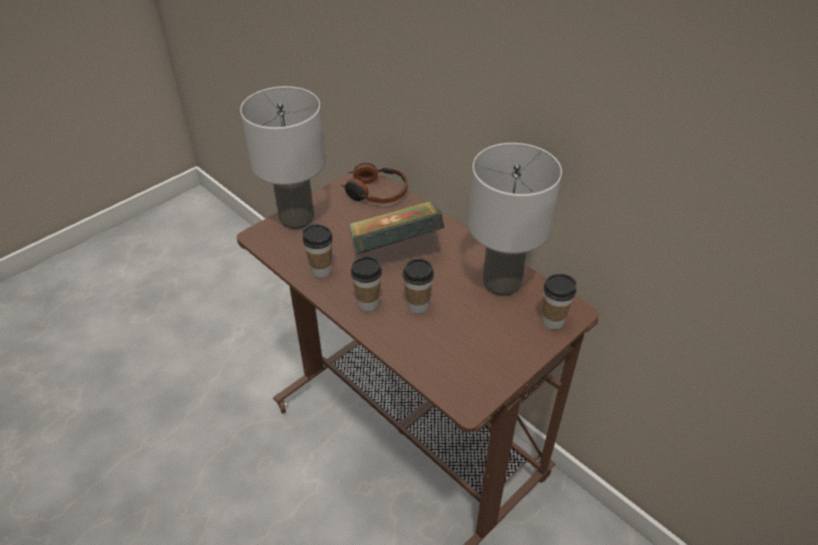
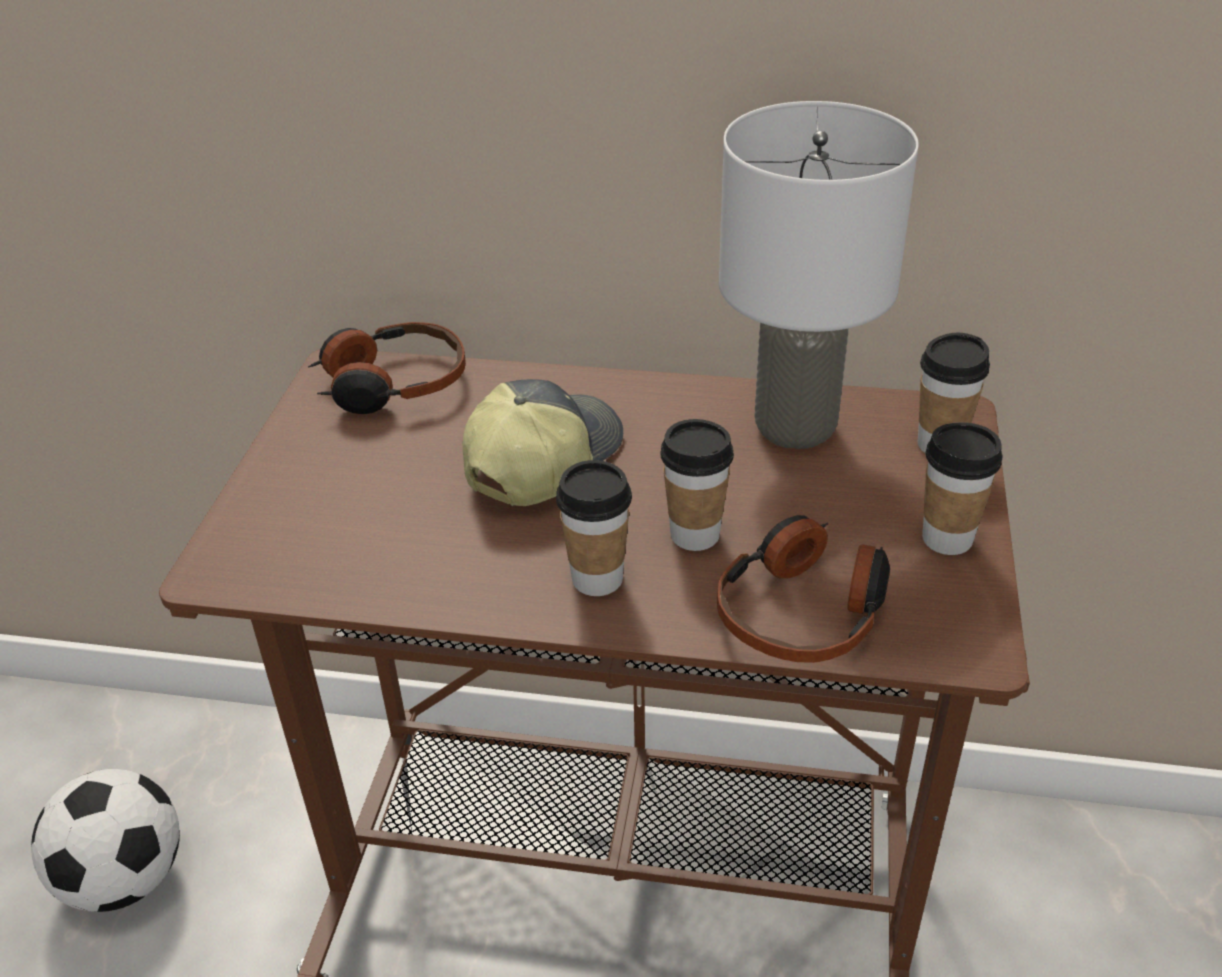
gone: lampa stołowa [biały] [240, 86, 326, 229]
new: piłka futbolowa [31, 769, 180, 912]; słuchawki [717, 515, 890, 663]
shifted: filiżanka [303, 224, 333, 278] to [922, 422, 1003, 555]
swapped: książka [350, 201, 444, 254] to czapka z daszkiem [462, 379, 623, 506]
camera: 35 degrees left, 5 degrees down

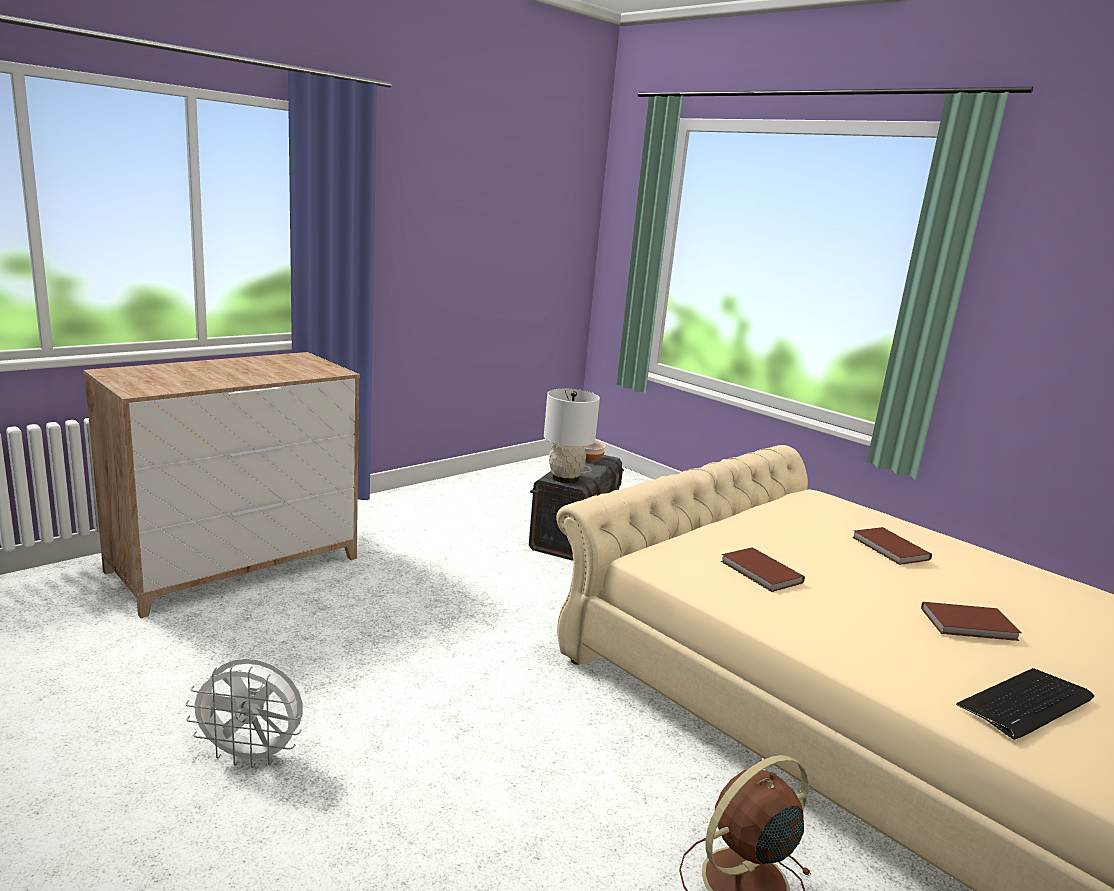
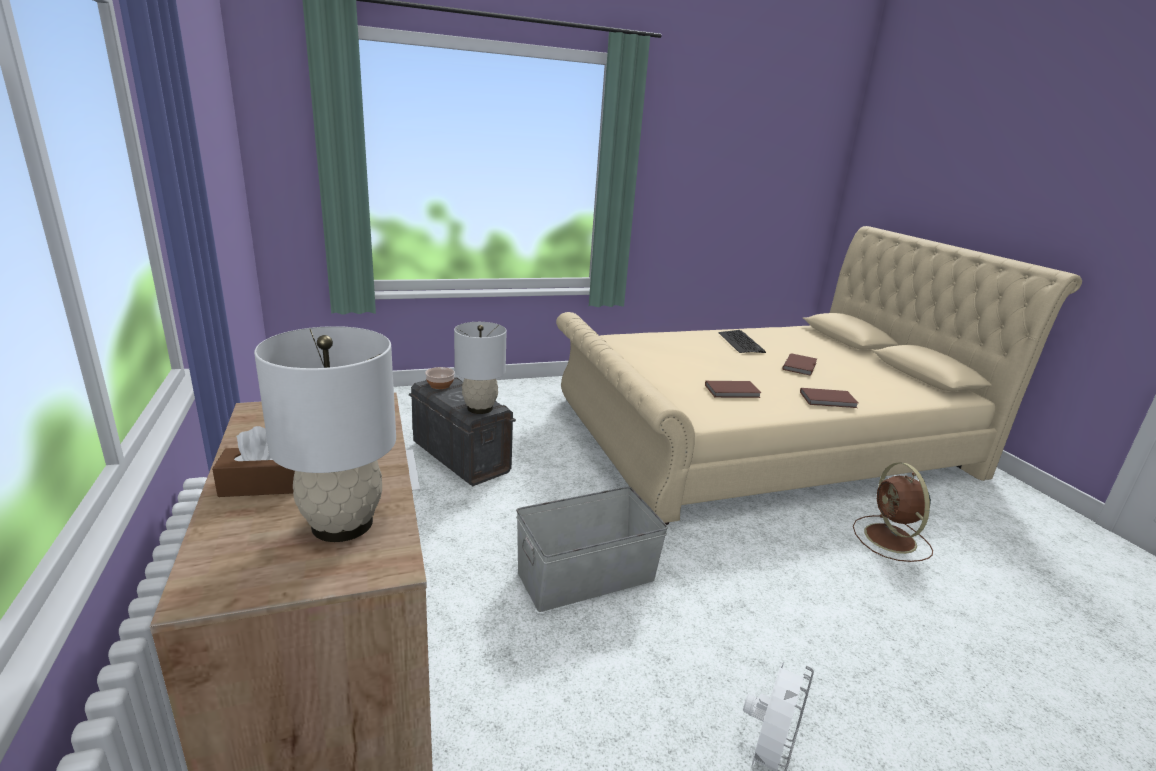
new: pudełko chusteczek [brązowy] [212, 426, 295, 497]; lampa stołowa [biały] [254, 326, 396, 542]; pojemnik do przechowywania [szary] [516, 487, 668, 612]
shifted: książka [brązowy] [852, 527, 932, 565] to [800, 388, 858, 408]; klawiatura [956, 668, 1094, 740] to [718, 330, 766, 353]
camera: 65 degrees left, 5 degrees up

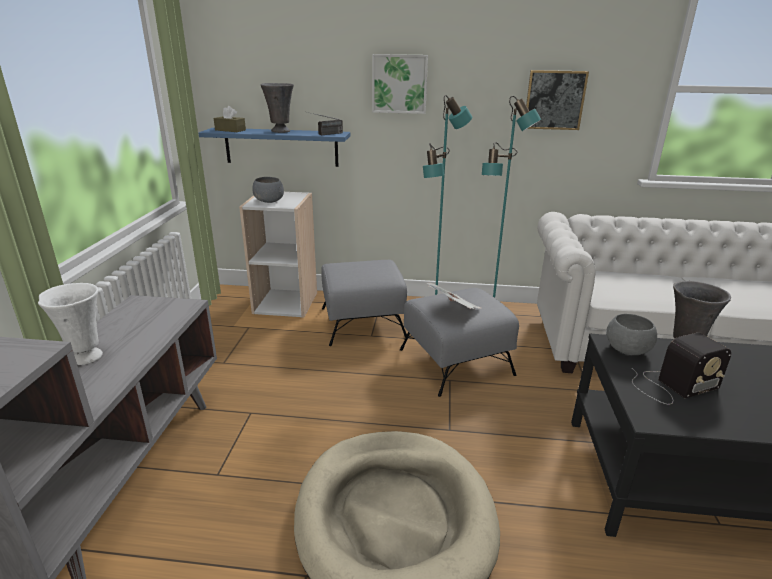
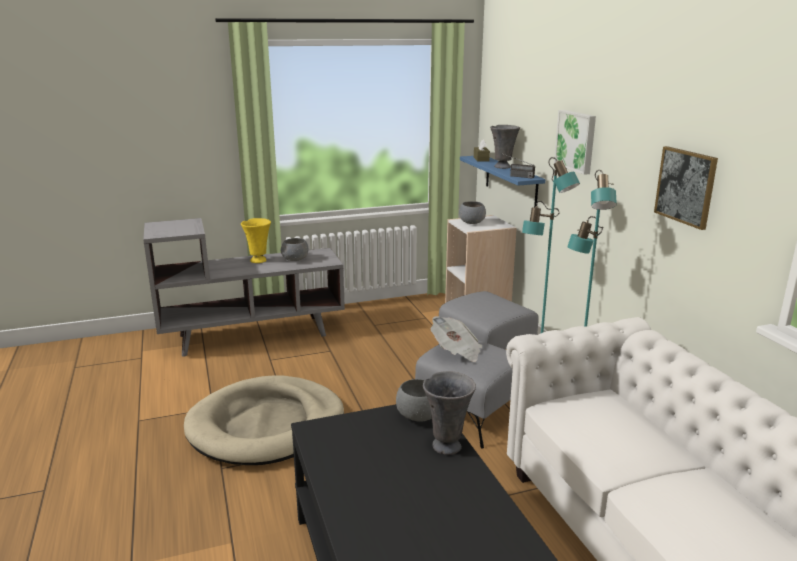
gone: radio [632, 333, 731, 405]
new: miska [szary] [281, 238, 308, 261]
repainted: wazon [biały] [38, 283, 103, 365] to wazon [żółty] [241, 218, 271, 263]
camera: 65 degrees right, 5 degrees down

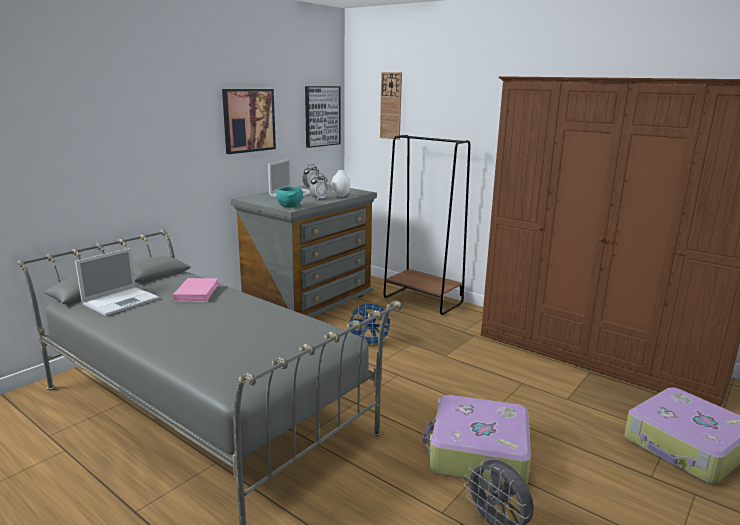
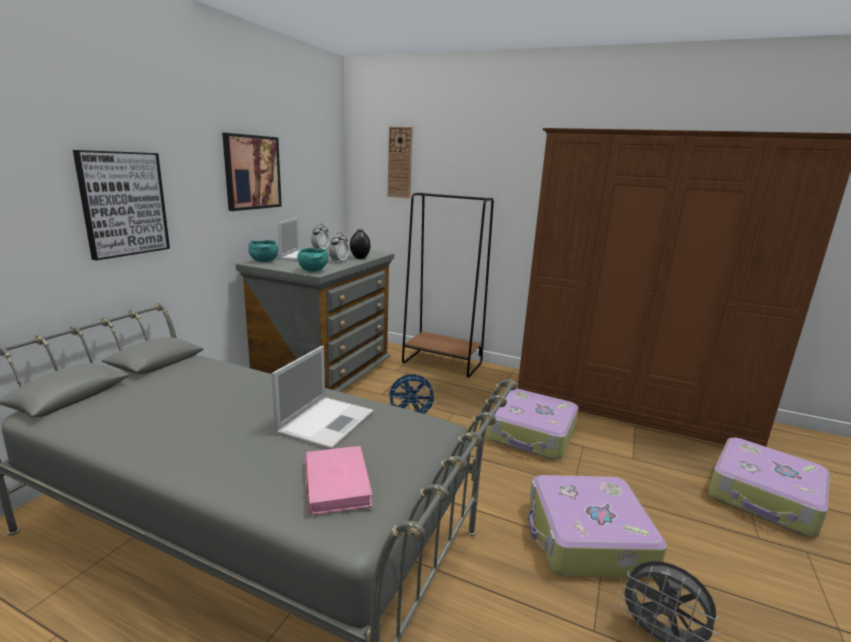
new: miska [turkusowy] [248, 240, 278, 262]; walizka [486, 388, 578, 460]
shifted: laptop [75, 248, 159, 316] to [271, 346, 374, 449]; książka [różowy] [172, 278, 219, 302] to [305, 446, 373, 515]; obraz [305, 86, 341, 148] to [73, 150, 170, 261]
repainted: wazon [biały] [331, 170, 350, 197] to wazon [czarny] [350, 230, 371, 259]
camera: 15 degrees left, 0 degrees up

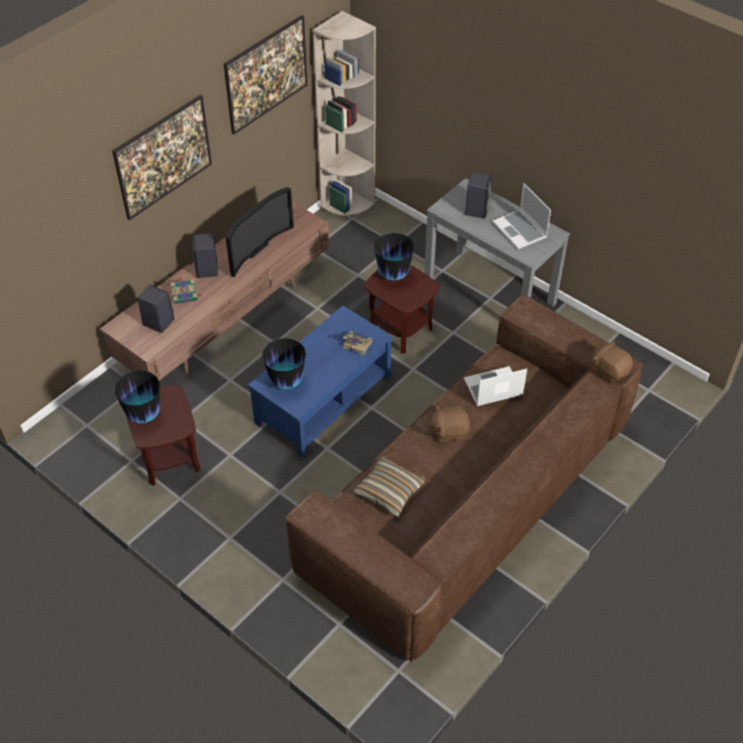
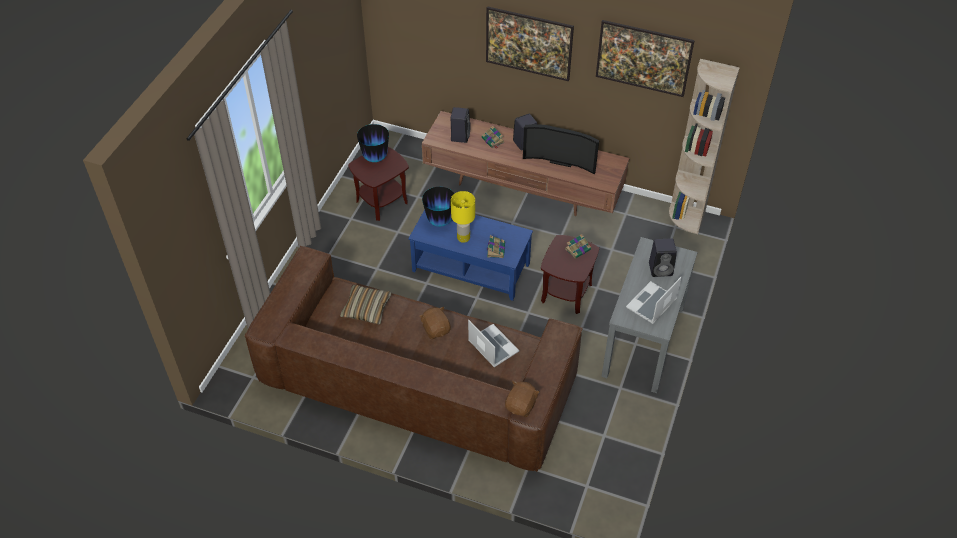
new: lampa stołowa [żółty] [451, 191, 475, 243]
swapped: wazon [374, 233, 414, 281] to książka [565, 234, 591, 259]
camera: 70 degrees right, 0 degrees up

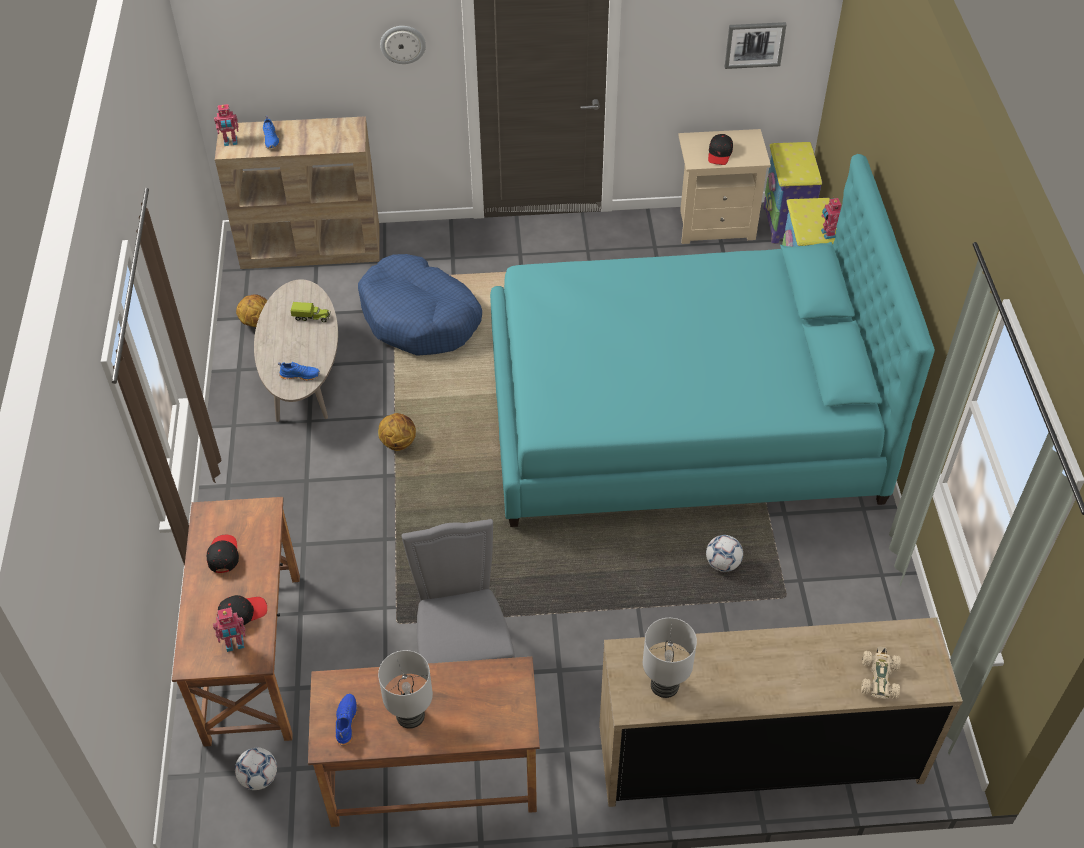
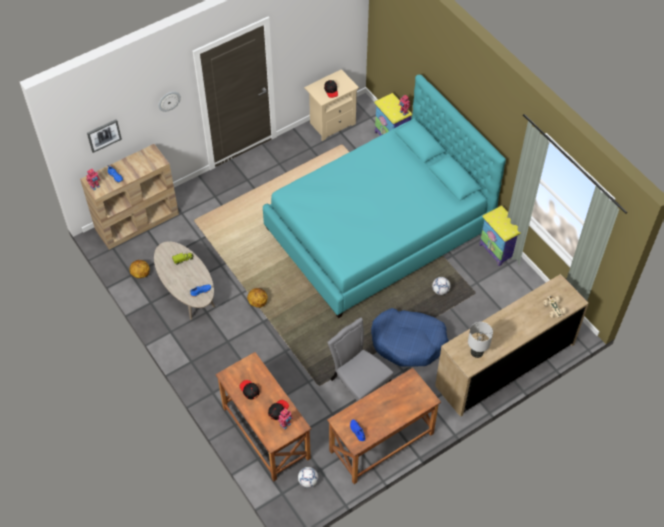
gone: lampa stołowa [szary] [378, 650, 433, 729]
shifted: legowisko [niebieski] [358, 254, 482, 356] to [371, 308, 449, 367]; obraz [725, 22, 787, 69] to [87, 119, 122, 153]; szafka nocna [763, 142, 822, 244] to [479, 205, 521, 266]
camera: 30 degrees left, 5 degrees up

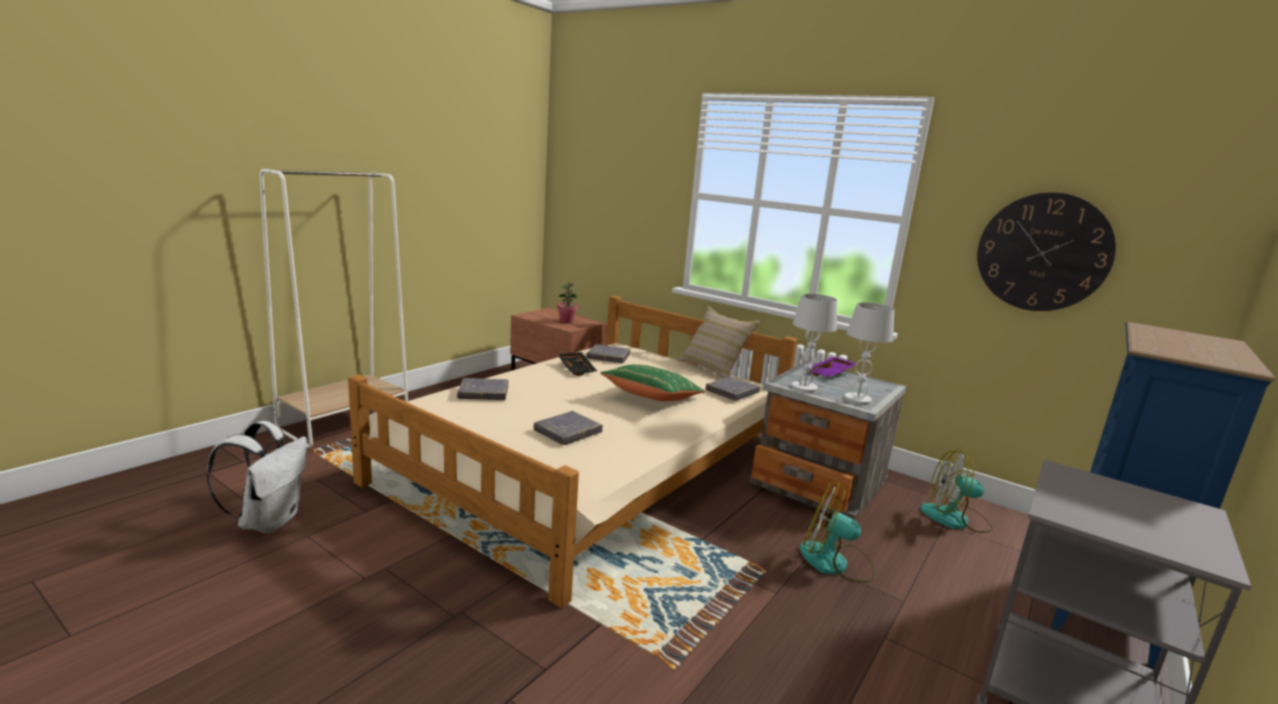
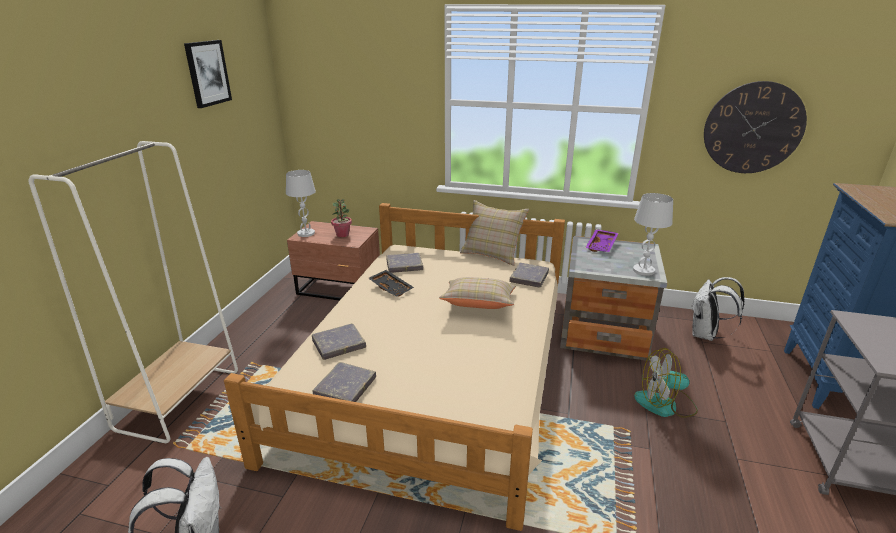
new: obraz [184, 40, 232, 108]
shifted: książka [szary] [533, 411, 603, 445] to [312, 362, 376, 402]; lampa stołowa [biały] [792, 294, 837, 393] to [286, 170, 316, 237]
swapped: wentylator [920, 450, 993, 533] to plecak [biały] [691, 277, 745, 341]
repainted: poduszka [zielony] [600, 364, 705, 401] to poduszka [beżowy] [439, 277, 516, 309]
camera: 20 degrees left, 10 degrees up

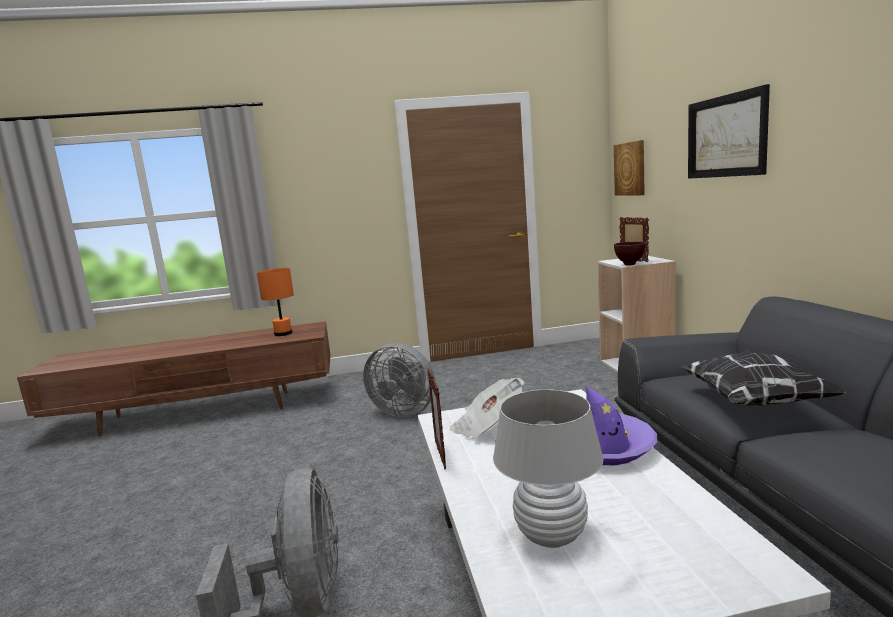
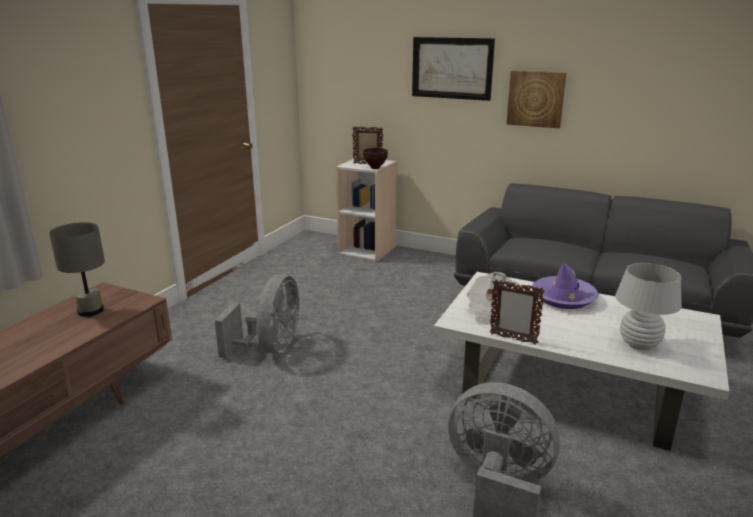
gone: poduszka [681, 351, 846, 406]
shifted: obraz [614, 140, 645, 196] to [507, 70, 567, 128]
repainted: lampa stołowa [pomarańczowy] [257, 268, 294, 336] to lampa stołowa [szary] [49, 222, 105, 317]
rotated: wentylator [szary] [363, 343, 435, 418] = [215, 274, 300, 358] 45 degrees counterclockwise
camera: 55 degrees left, 10 degrees up

